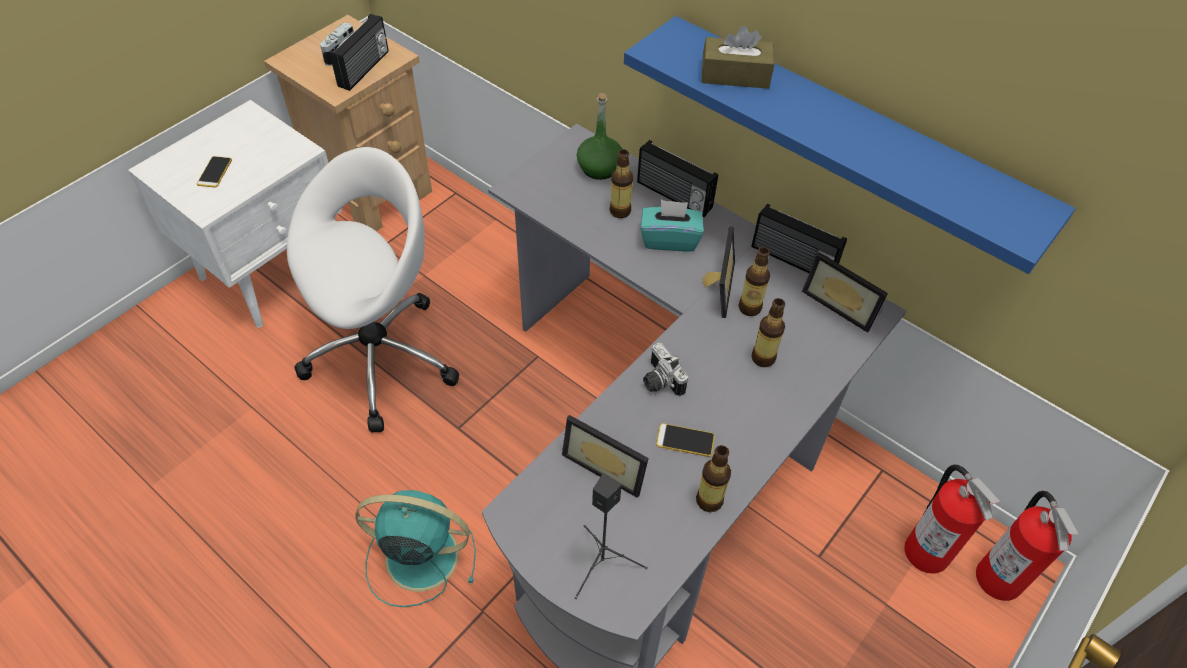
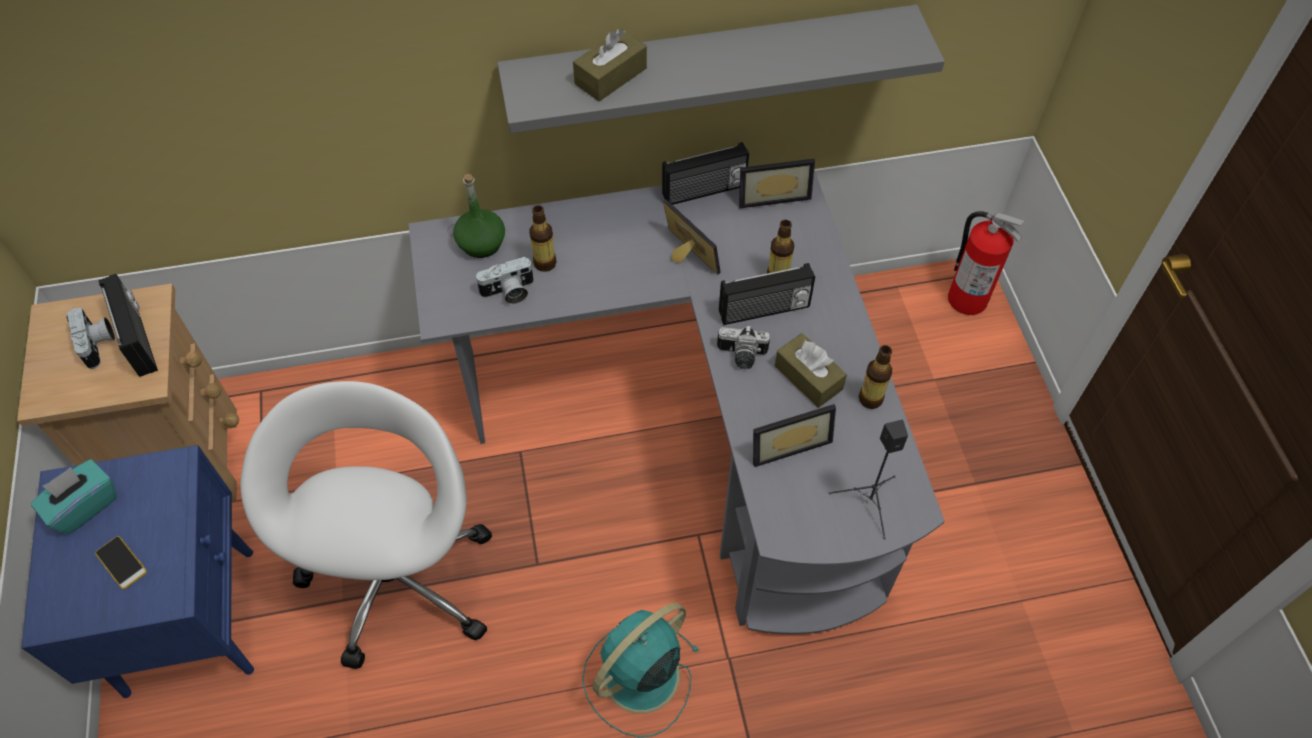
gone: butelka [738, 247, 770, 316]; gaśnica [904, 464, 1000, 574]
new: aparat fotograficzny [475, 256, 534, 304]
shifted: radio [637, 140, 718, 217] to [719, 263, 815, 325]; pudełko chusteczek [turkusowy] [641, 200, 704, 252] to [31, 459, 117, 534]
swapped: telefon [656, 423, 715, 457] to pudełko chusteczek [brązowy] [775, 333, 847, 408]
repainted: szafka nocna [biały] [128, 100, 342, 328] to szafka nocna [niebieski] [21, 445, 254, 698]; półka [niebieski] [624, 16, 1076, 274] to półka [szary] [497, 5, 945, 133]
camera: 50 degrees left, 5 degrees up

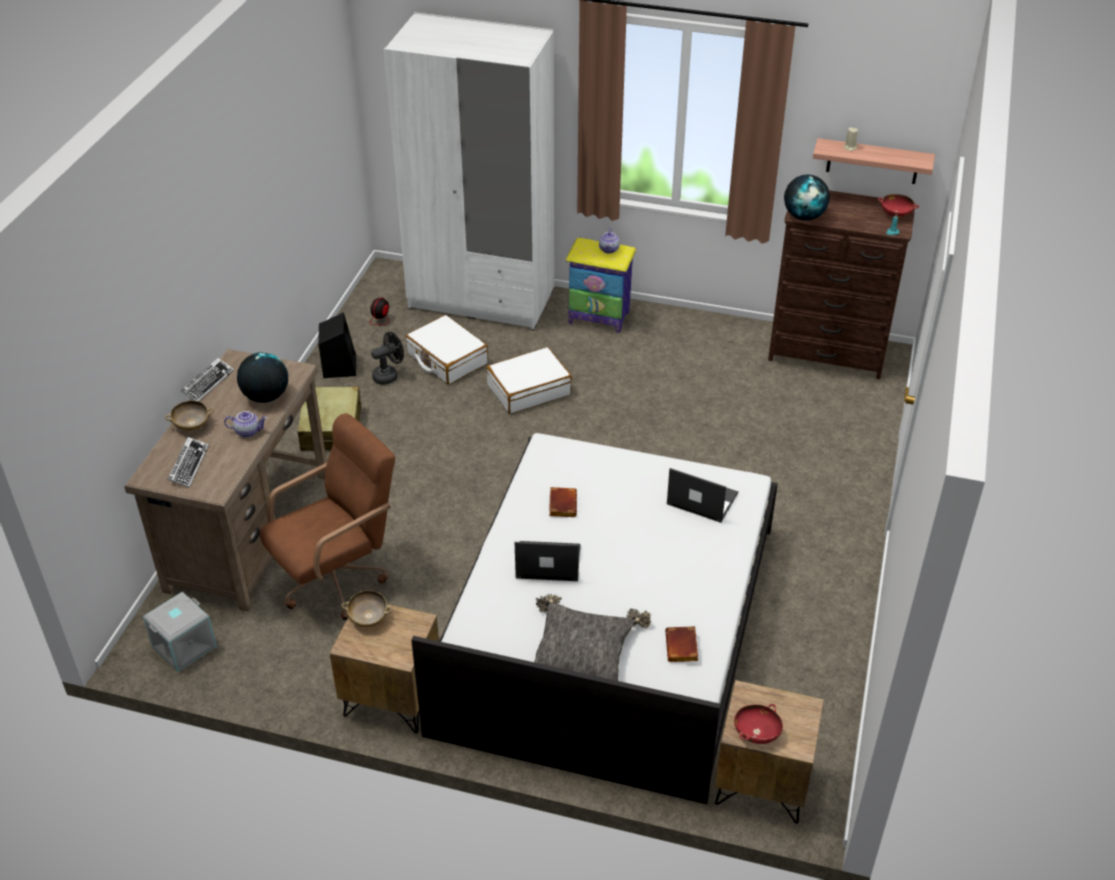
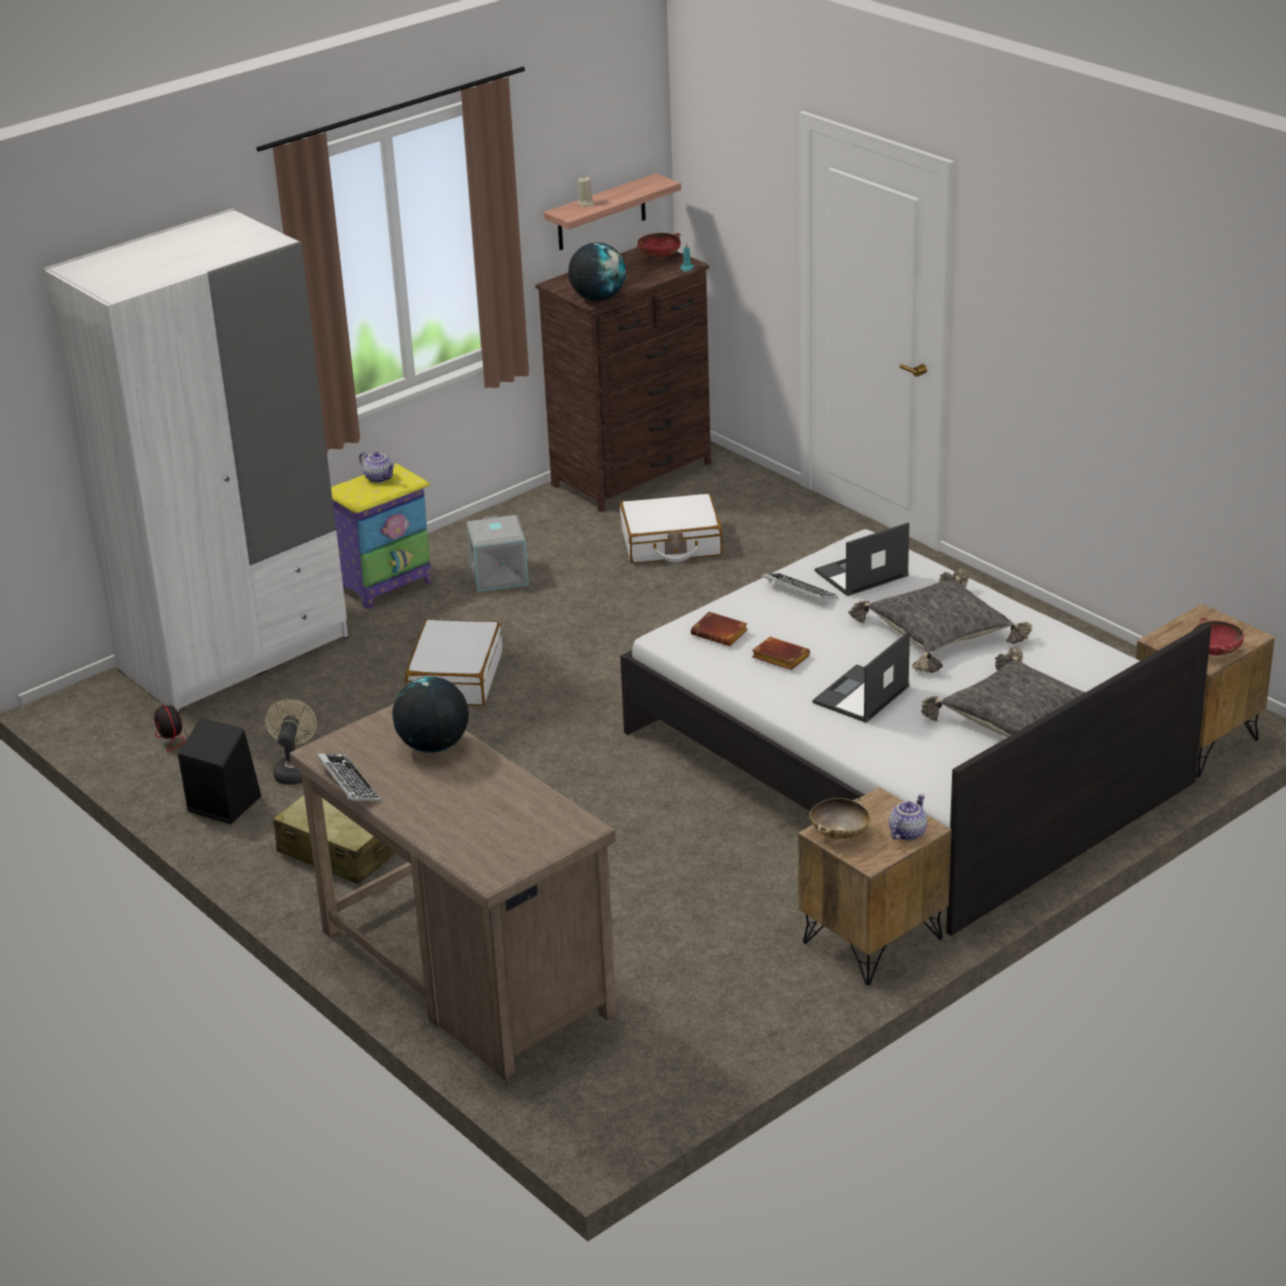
gone: miska [beżowy] [165, 401, 214, 431]; krzesło biurowe [brązowy] [260, 413, 395, 620]
new: poduszka [848, 568, 1032, 673]
shifted: pojemnik do przechowywania [szary] [143, 591, 217, 672] to [467, 515, 529, 592]; klawiatura [167, 437, 209, 488] to [762, 573, 838, 601]; imbryk [224, 411, 267, 438] to [889, 794, 927, 840]; walizka [biały] [405, 315, 488, 385] to [620, 494, 723, 563]; książka [brązowy] [665, 626, 698, 662] to [691, 612, 748, 646]
repainted: wentylator [czarny] [371, 332, 404, 385] to wentylator [beżowy] [265, 699, 317, 785]
camera: 55 degrees left, 10 degrees down

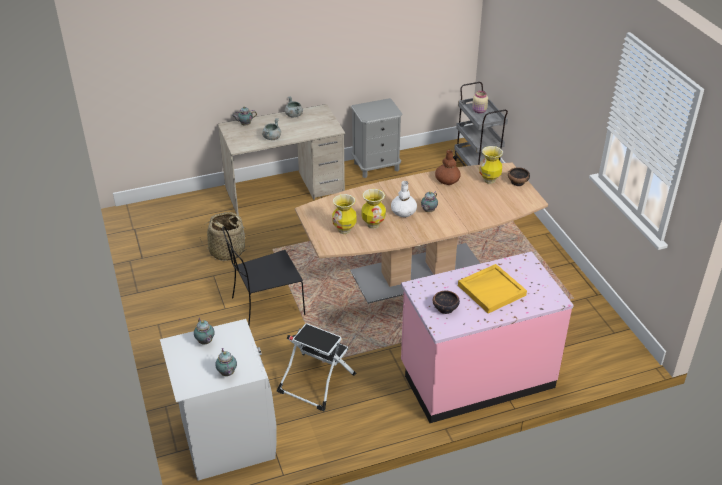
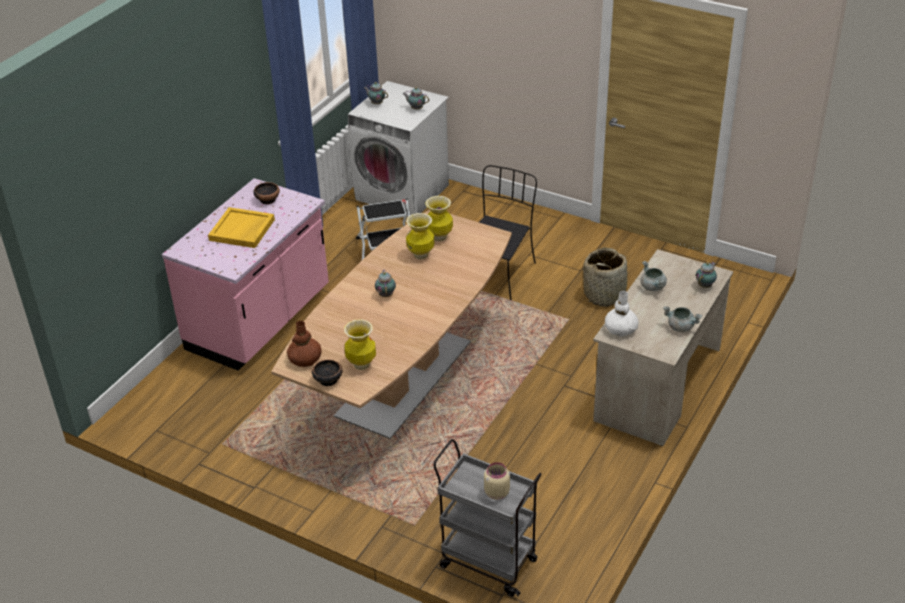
gone: szafka nocna [szary] [351, 98, 403, 178]
shifted: wazon [biały] [391, 181, 417, 217] to [605, 291, 638, 337]; wazon [brązowy] [435, 150, 461, 185] to [287, 321, 321, 367]
camera: 140 degrees right, 0 degrees up

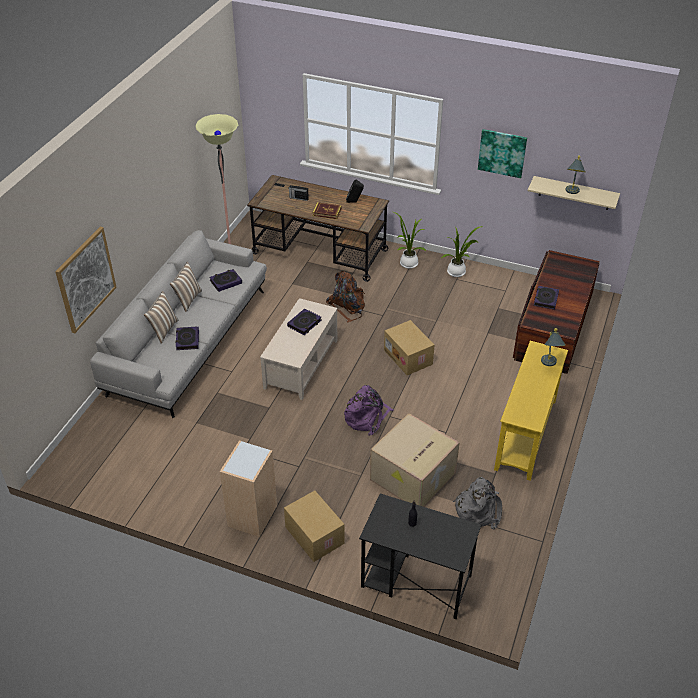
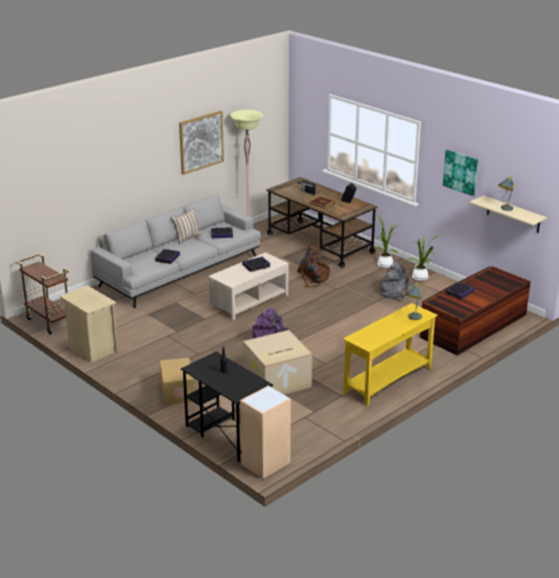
gone: poduszka [144, 291, 178, 344]; karton [384, 320, 434, 375]
new: wózek [brązowy] [16, 254, 69, 334]; szafka nocna [beżowy] [60, 285, 118, 362]
shifted: obraz [55, 227, 117, 333] to [179, 111, 224, 175]; regał [220, 440, 277, 537] to [240, 386, 291, 479]; plecak [szary] [453, 477, 502, 529] to [379, 261, 413, 301]
camera: 25 degrees right, 15 degrees down

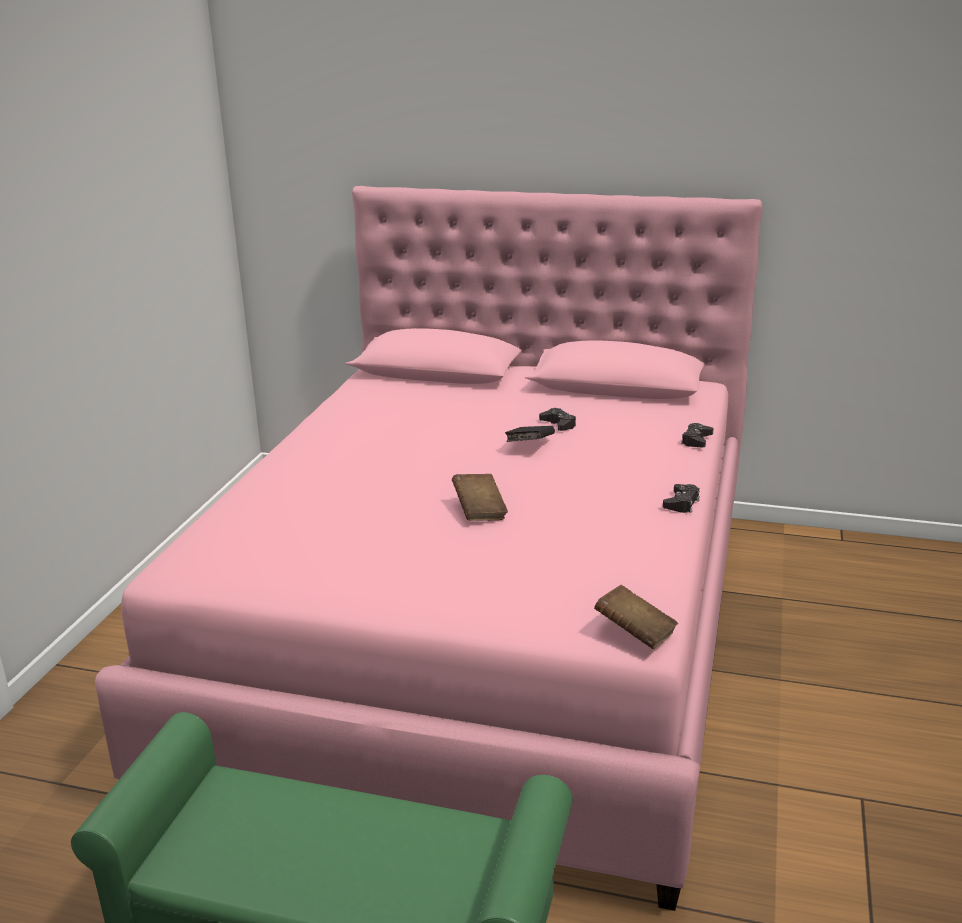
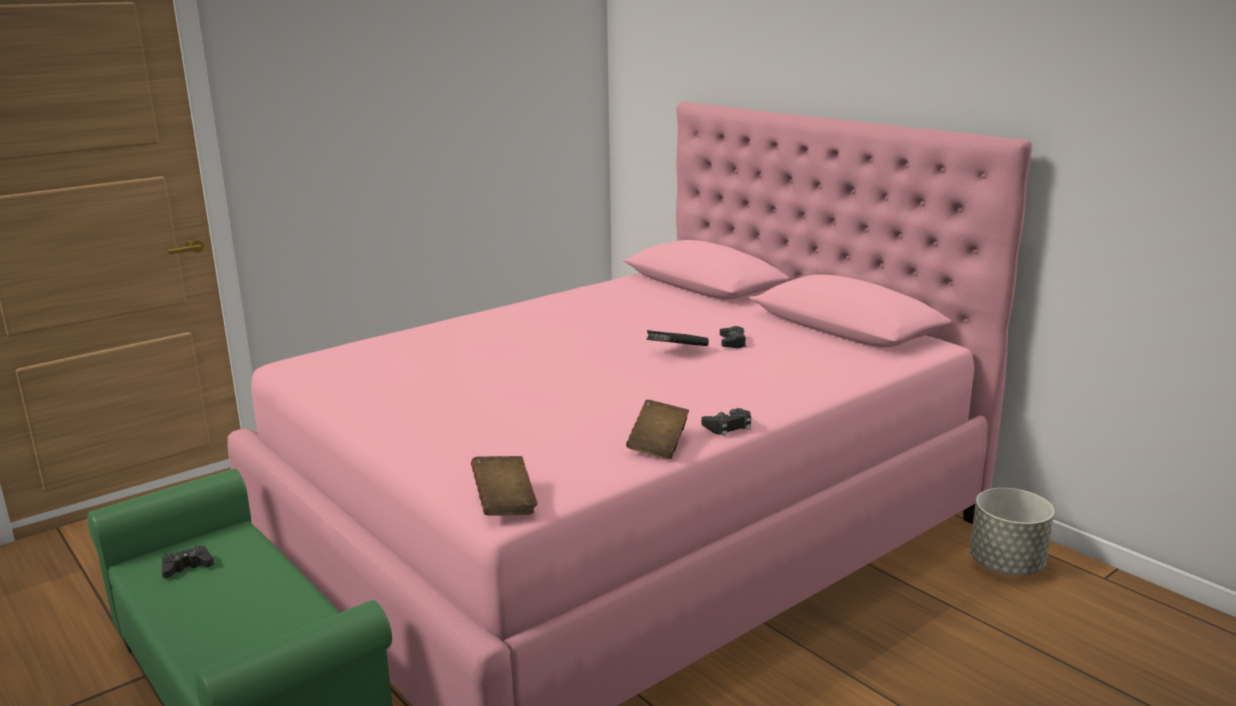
new: donica [szary] [970, 488, 1054, 575]
shifted: książka [brązowy] [452, 474, 508, 521] to [626, 400, 689, 459]; pad do gier [czarny] [681, 423, 714, 447] to [161, 545, 214, 578]
camera: 35 degrees right, 5 degrees down

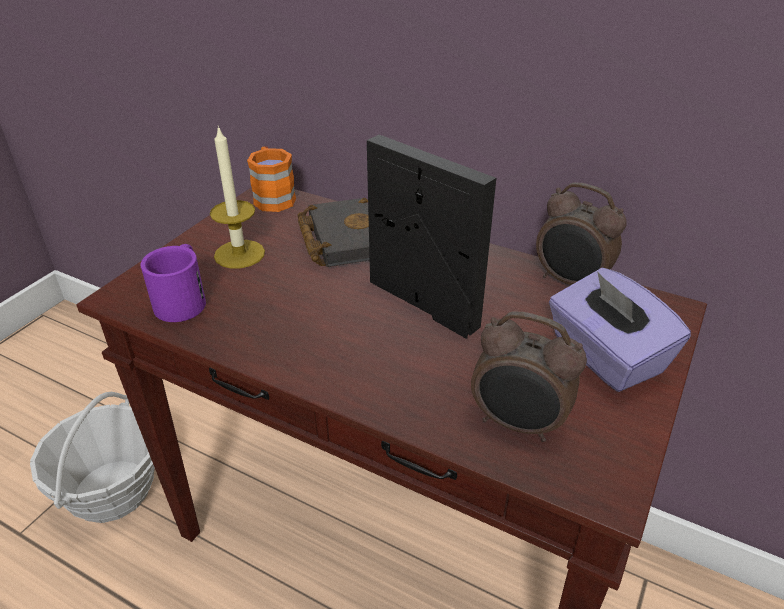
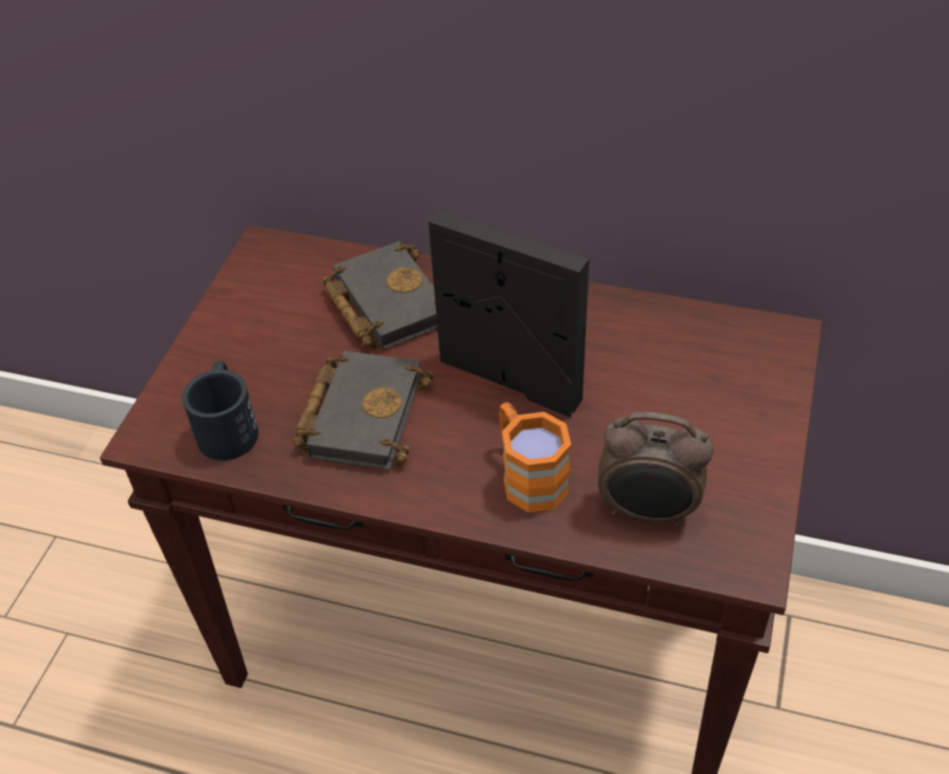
gone: koszyk [30, 392, 155, 523]; świeca [210, 126, 265, 269]; budzik [536, 183, 627, 285]; pudełko chusteczek [fioletowy] [549, 267, 691, 392]
new: książka [czarny] [293, 351, 434, 470]
shifted: kubek [pomarańczowy] [247, 146, 296, 212] to [499, 402, 571, 513]
repainted: kubek [fioletowy] [141, 244, 206, 322] to kubek [czarny] [182, 361, 258, 461]
camera: 10 degrees left, 10 degrees up

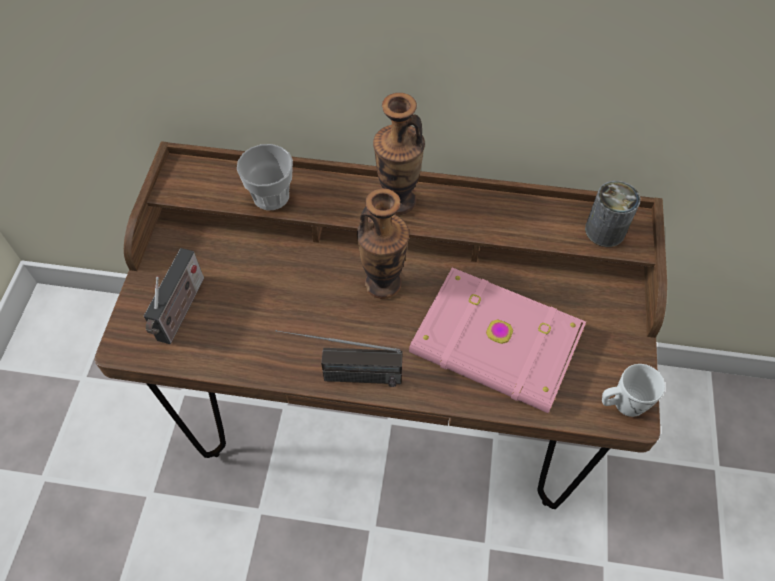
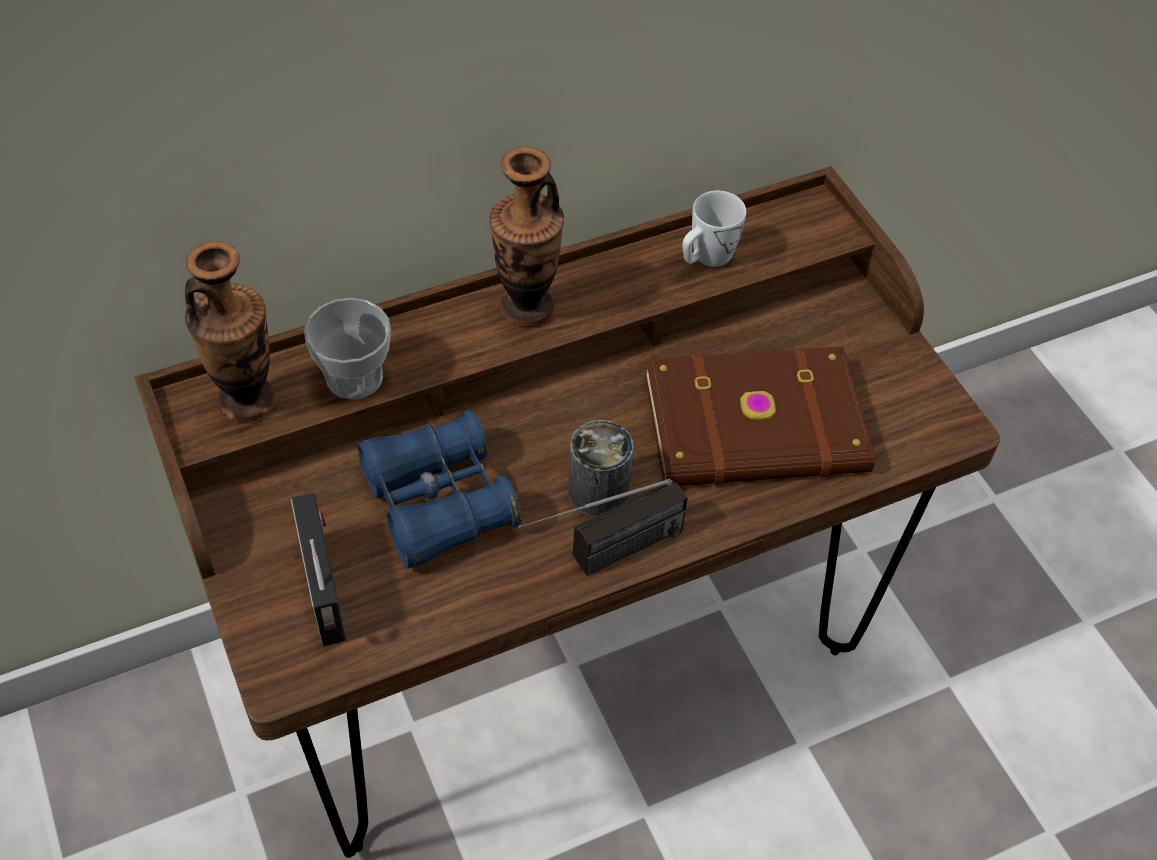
new: lornetka [niebieski] [357, 410, 522, 569]
shifted: wazon [357, 188, 409, 299] to [185, 242, 276, 423]; puszka [585, 181, 641, 247] to [568, 420, 634, 517]; kubek [biały] [602, 364, 665, 417] to [682, 191, 746, 267]
repainted: książka [różowy] [409, 267, 586, 413] to książka [brązowy] [645, 346, 875, 486]
camera: 35 degrees left, 5 degrees down

